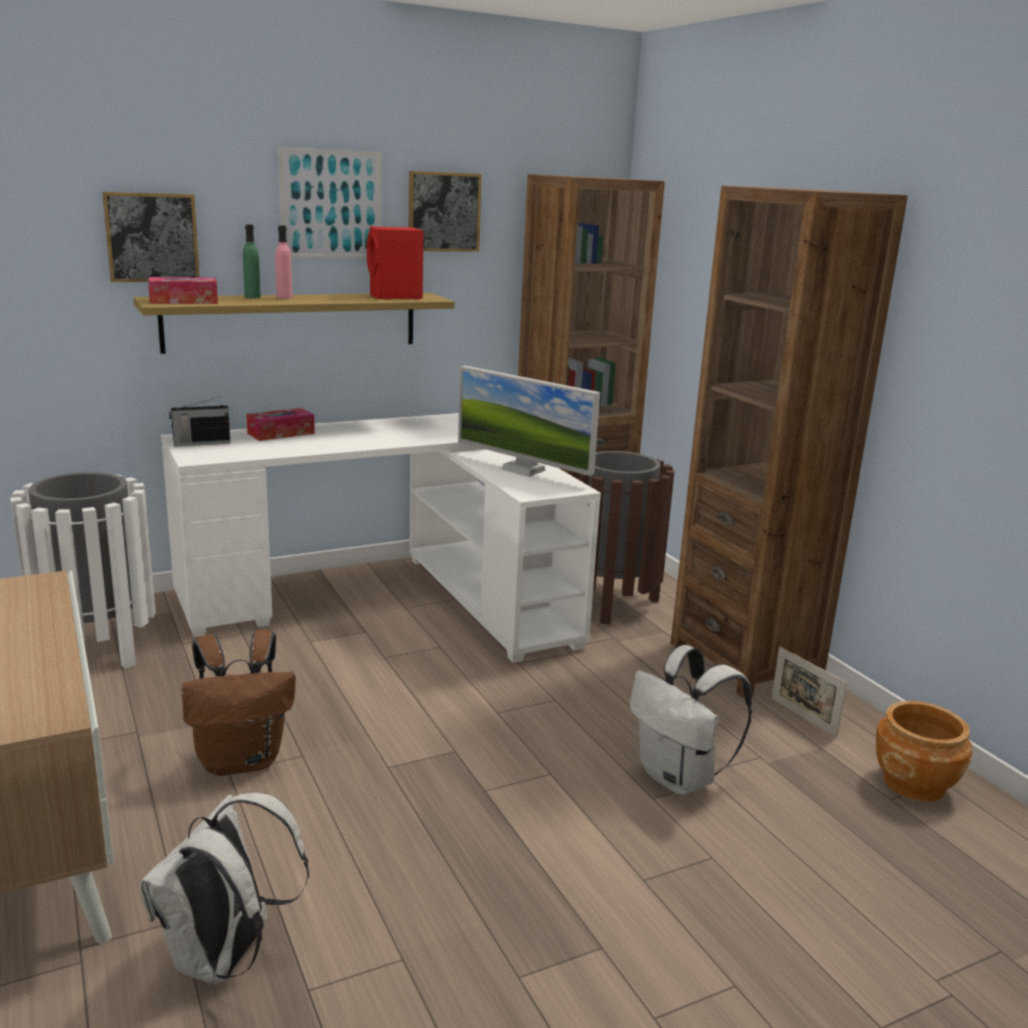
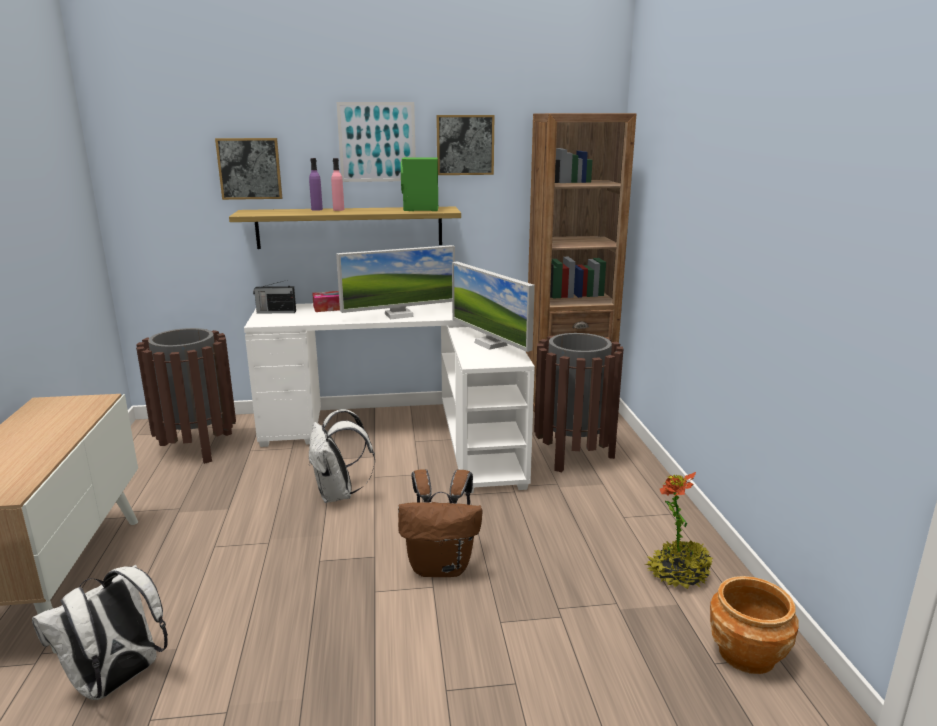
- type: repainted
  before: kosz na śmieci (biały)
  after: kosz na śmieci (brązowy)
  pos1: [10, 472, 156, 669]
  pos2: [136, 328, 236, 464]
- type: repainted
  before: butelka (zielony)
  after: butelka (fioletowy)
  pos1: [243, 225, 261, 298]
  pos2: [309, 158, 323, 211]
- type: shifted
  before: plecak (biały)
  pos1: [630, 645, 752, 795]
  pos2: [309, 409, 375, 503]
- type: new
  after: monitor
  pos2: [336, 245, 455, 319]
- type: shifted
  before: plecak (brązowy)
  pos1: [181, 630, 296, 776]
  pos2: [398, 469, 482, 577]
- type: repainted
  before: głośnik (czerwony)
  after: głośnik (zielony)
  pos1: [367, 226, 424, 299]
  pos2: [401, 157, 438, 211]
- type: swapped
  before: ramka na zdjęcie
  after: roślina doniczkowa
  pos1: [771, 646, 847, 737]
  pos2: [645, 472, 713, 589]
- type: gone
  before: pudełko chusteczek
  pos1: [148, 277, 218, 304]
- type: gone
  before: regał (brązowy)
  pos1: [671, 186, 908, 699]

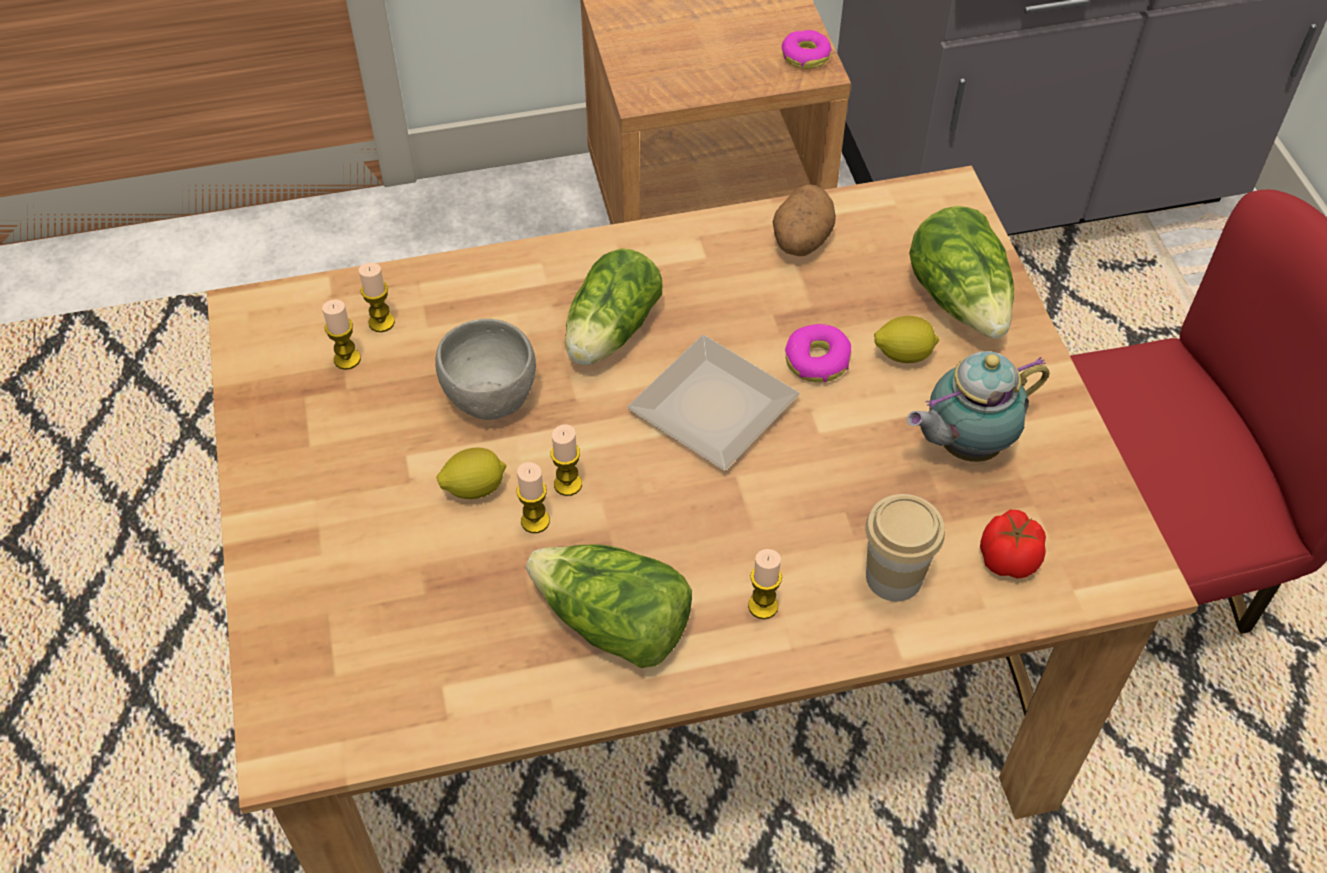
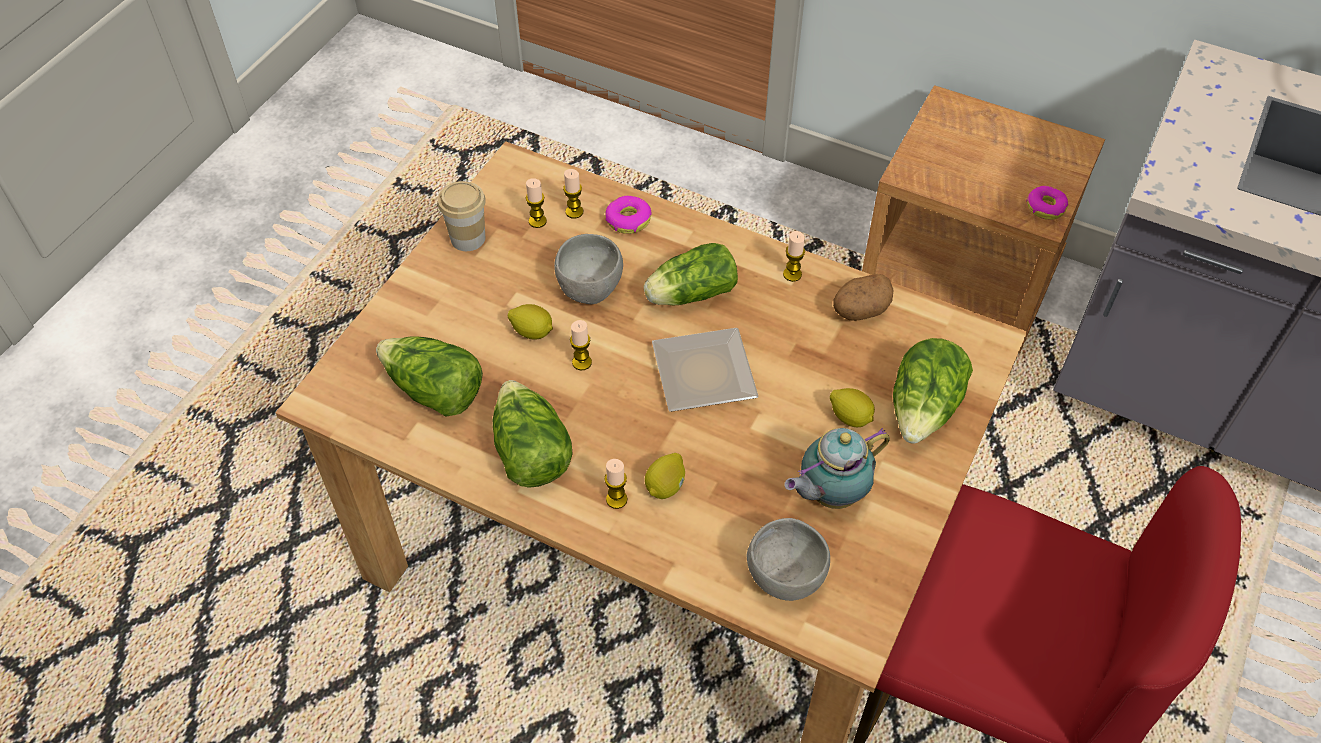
- type: new
  after: sałata
  pos2: [376, 337, 483, 417]
- type: shifted
  before: filiżanka
  pos1: [865, 494, 945, 601]
  pos2: [438, 181, 486, 251]
- type: shifted
  before: donut
  pos1: [785, 324, 851, 383]
  pos2: [605, 196, 652, 234]
- type: new
  after: cytryna
  pos2: [645, 453, 685, 499]
- type: swapped
  before: pomidor
  after: miska (szary)
  pos1: [980, 509, 1046, 579]
  pos2: [747, 518, 830, 601]
- type: shifted
  before: świeca
  pos1: [516, 462, 550, 533]
  pos2: [783, 231, 805, 282]
- type: rotated
  before: imbryk
  pos1: [907, 351, 1050, 462]
  pos2: [784, 428, 890, 509]
  turn: -45

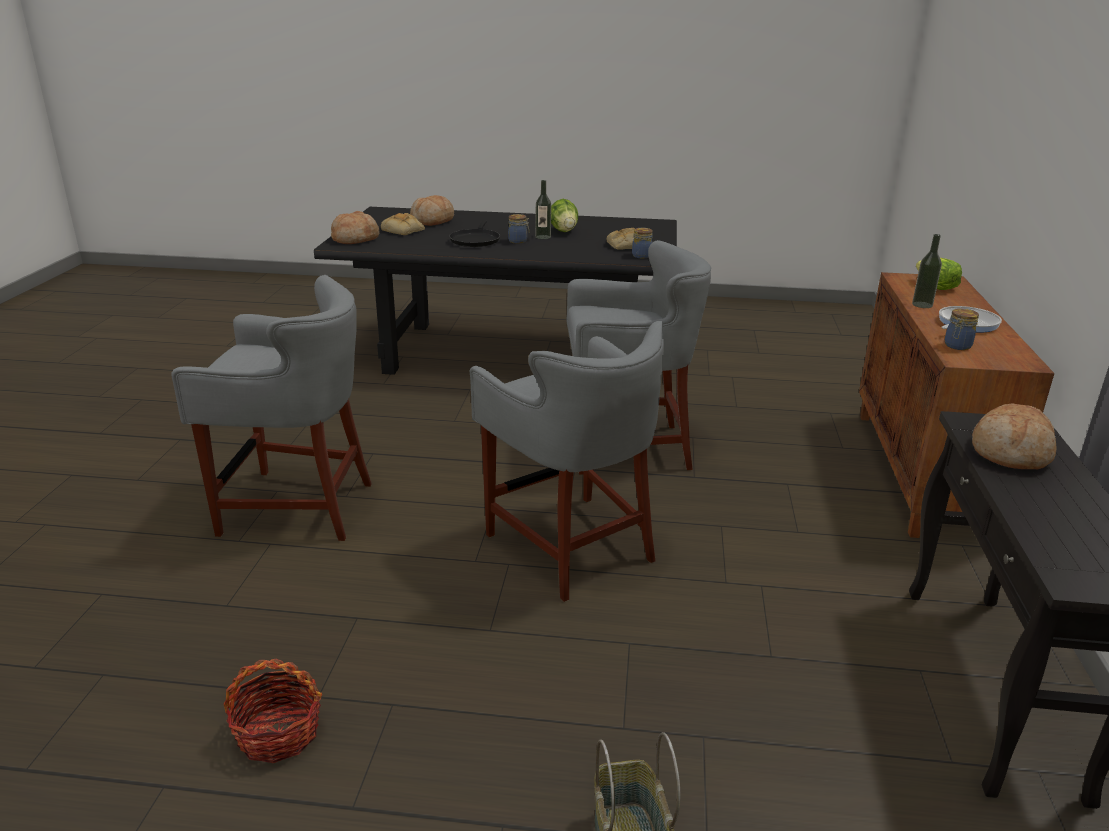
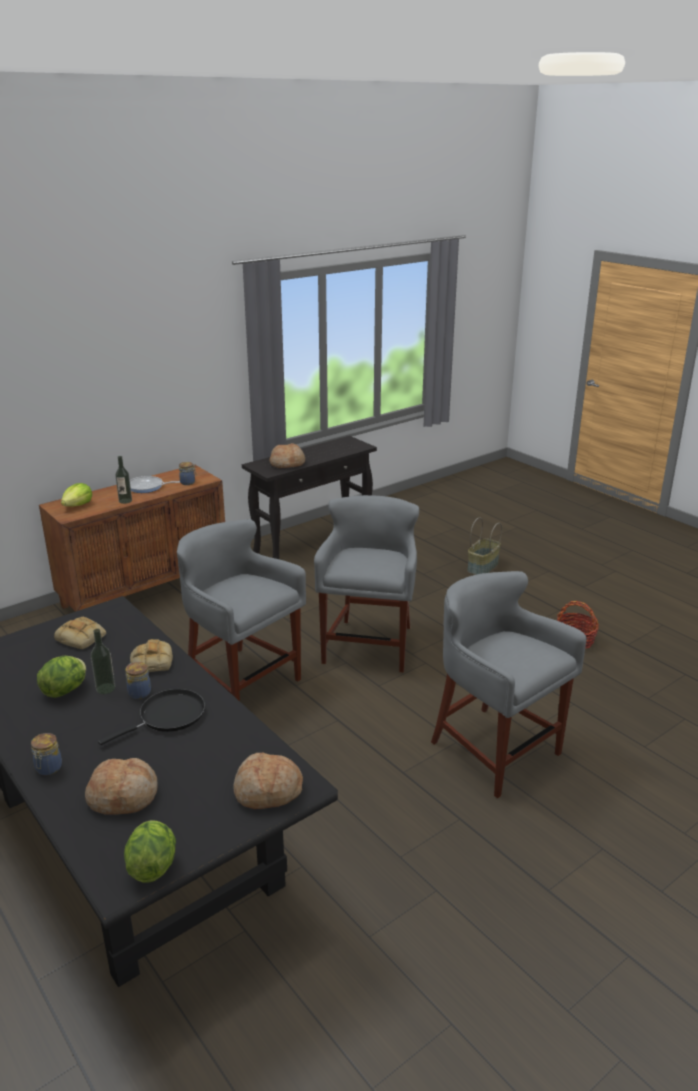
- type: shifted
  before: słoik
  pos1: [632, 228, 653, 258]
  pos2: [31, 733, 62, 775]
- type: new
  after: sałata
  pos2: [124, 820, 176, 883]
- type: shifted
  before: chleb
  pos1: [381, 213, 425, 235]
  pos2: [130, 639, 173, 672]

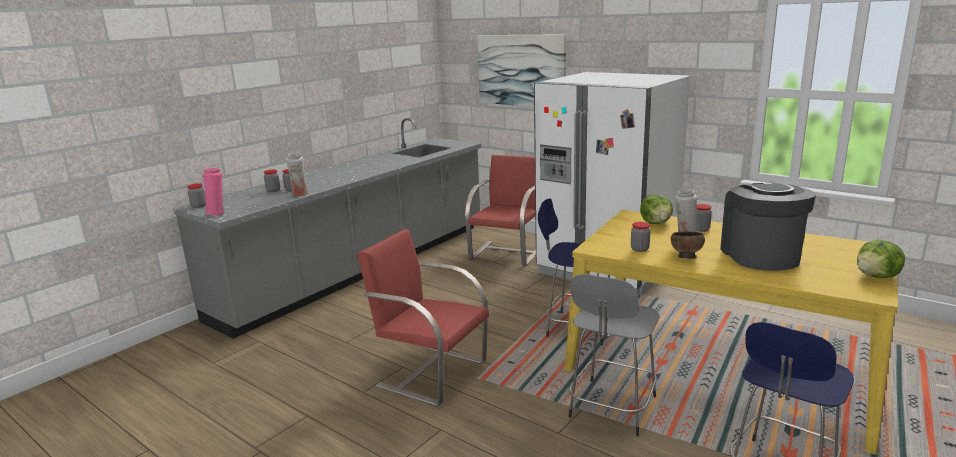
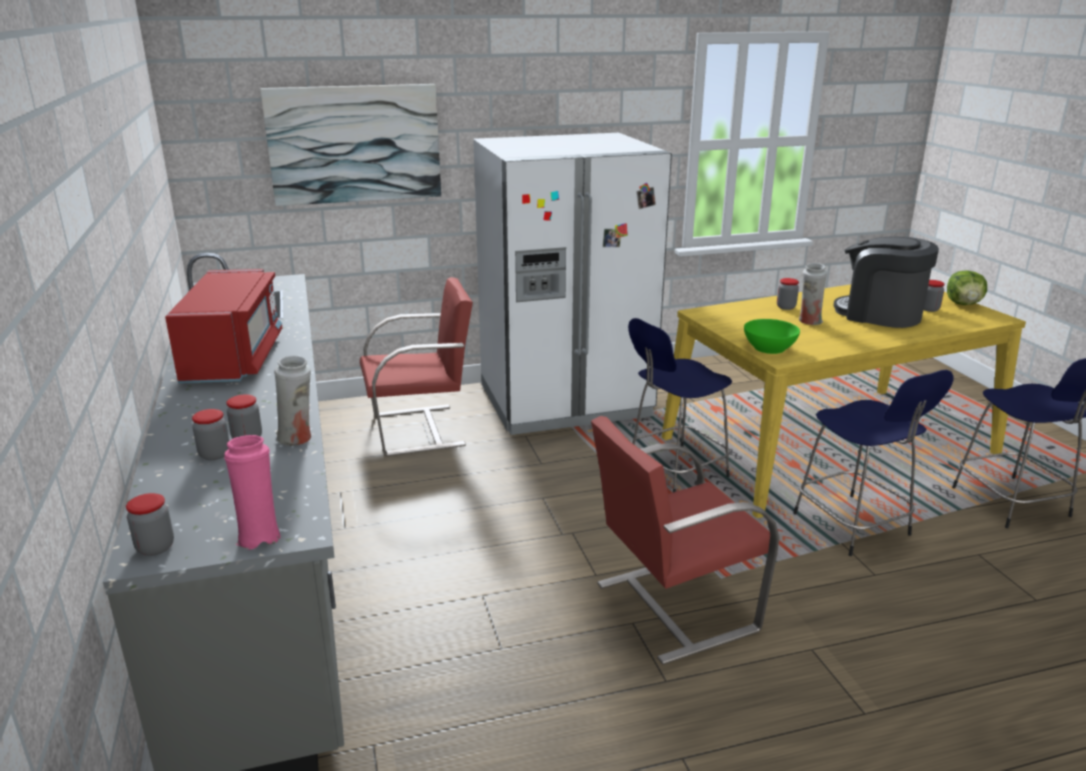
- type: new
  after: mikrofalówka (czerwony)
  pos2: [165, 269, 282, 383]
- type: rotated
  before: krzesło (czerwony)
  pos1: [465, 155, 536, 266]
  pos2: [360, 277, 473, 456]
  turn: 105
- type: new
  after: miska (zielony)
  pos2: [744, 319, 800, 354]
- type: repainted
  before: stołek (szary)
  after: stołek (niebieski)
  pos1: [568, 274, 659, 436]
  pos2: [793, 370, 954, 556]
- type: shifted
  before: słoik
  pos1: [631, 222, 650, 252]
  pos2: [924, 280, 945, 312]
- type: gone
  before: sałata
  pos1: [640, 195, 673, 224]
- type: gone
  before: miska (brązowy)
  pos1: [671, 231, 705, 259]

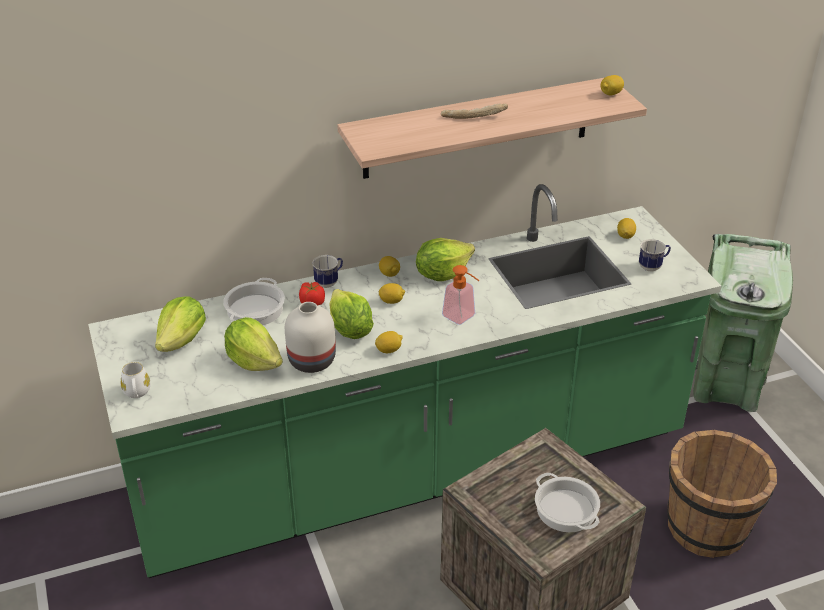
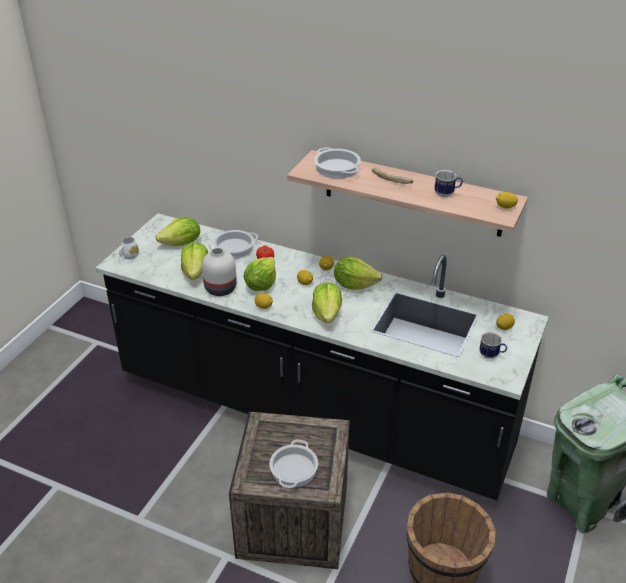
- type: repainted
  before: zabudowa kuchenna (zielony)
  after: zabudowa kuchenna (czarny)
  pos1: [88, 184, 721, 578]
  pos2: [95, 213, 549, 501]
- type: swapped
  before: dozownik mydła
  after: sałata
  pos1: [442, 265, 479, 325]
  pos2: [312, 282, 342, 323]
- type: new
  after: garnek
  pos2: [314, 147, 361, 179]
- type: shifted
  before: kubek
  pos1: [312, 255, 343, 288]
  pos2: [434, 170, 463, 197]

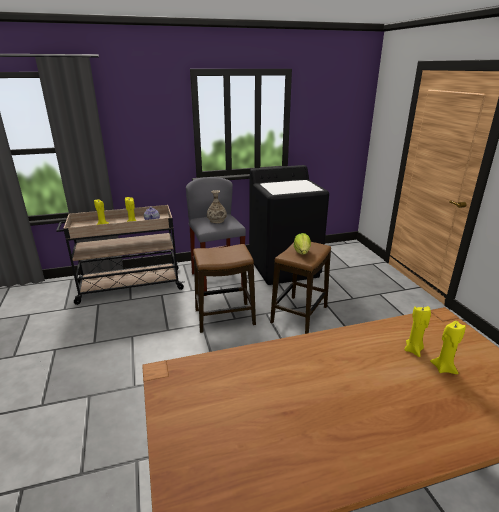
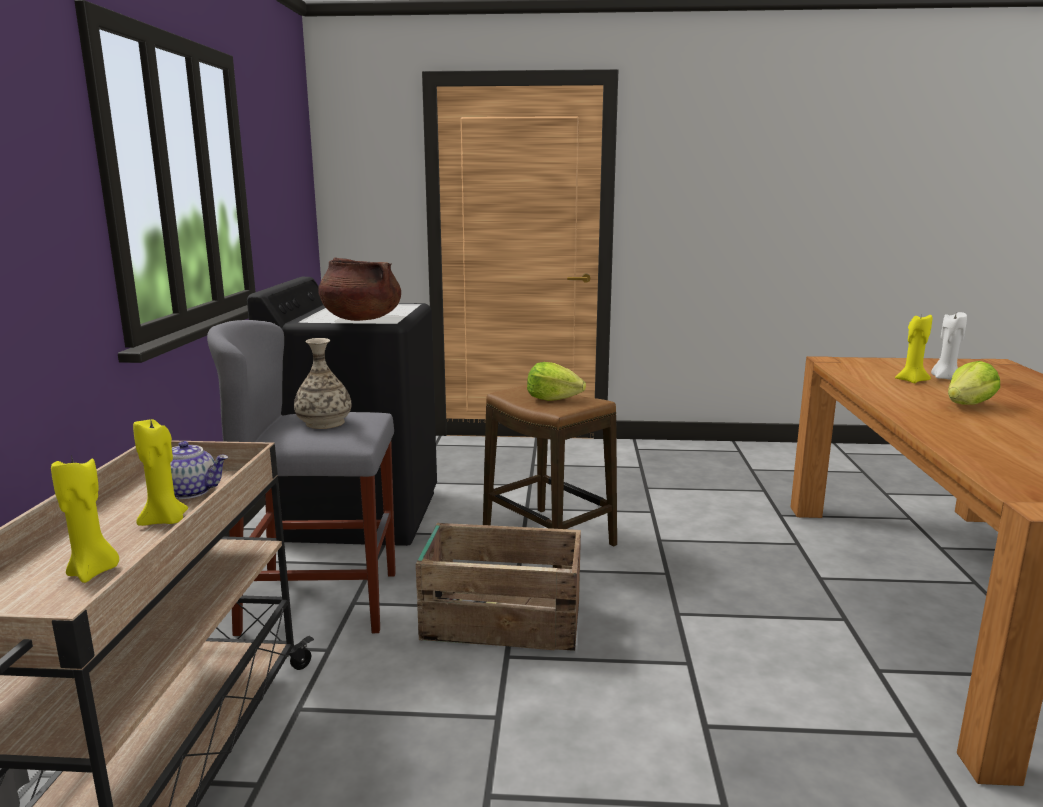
- type: new
  after: garnek (brązowy)
  pos2: [318, 257, 401, 321]
- type: swapped
  before: stołek
  after: skrzynka
  pos1: [193, 244, 256, 333]
  pos2: [416, 523, 581, 651]
- type: repainted
  before: świeca (żółty)
  after: świeca (biały)
  pos1: [430, 321, 466, 374]
  pos2: [931, 312, 967, 380]
- type: new
  after: sałata
  pos2: [948, 361, 1000, 405]

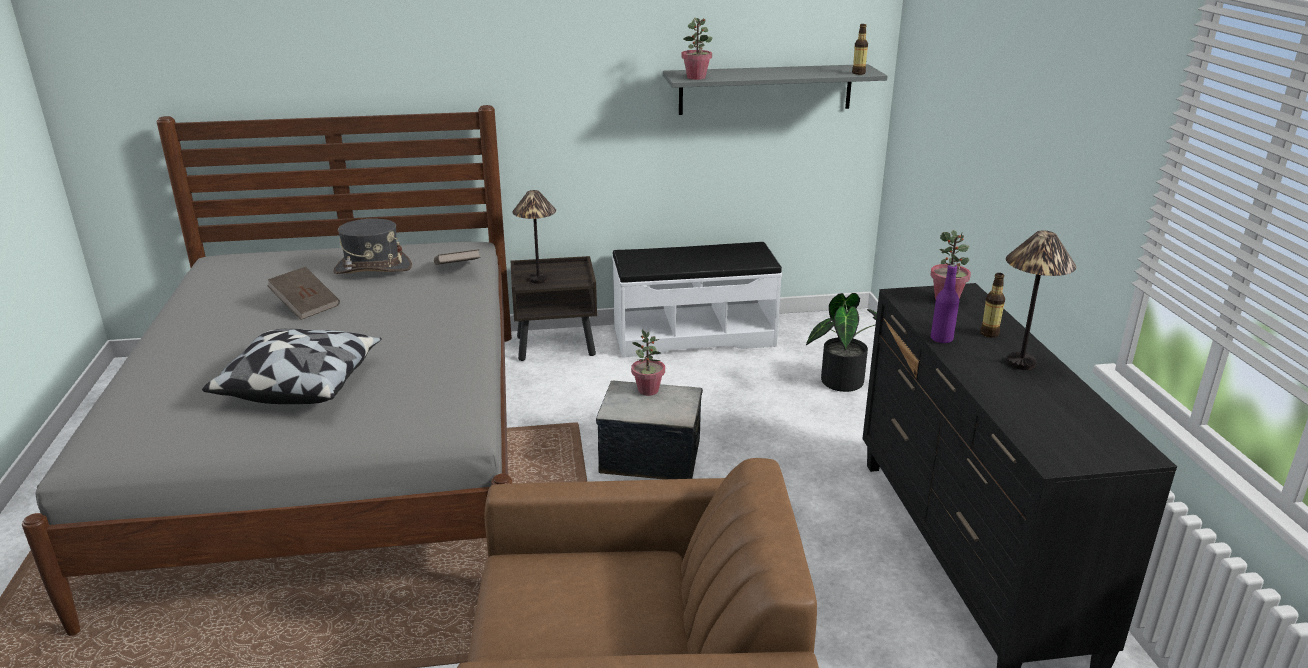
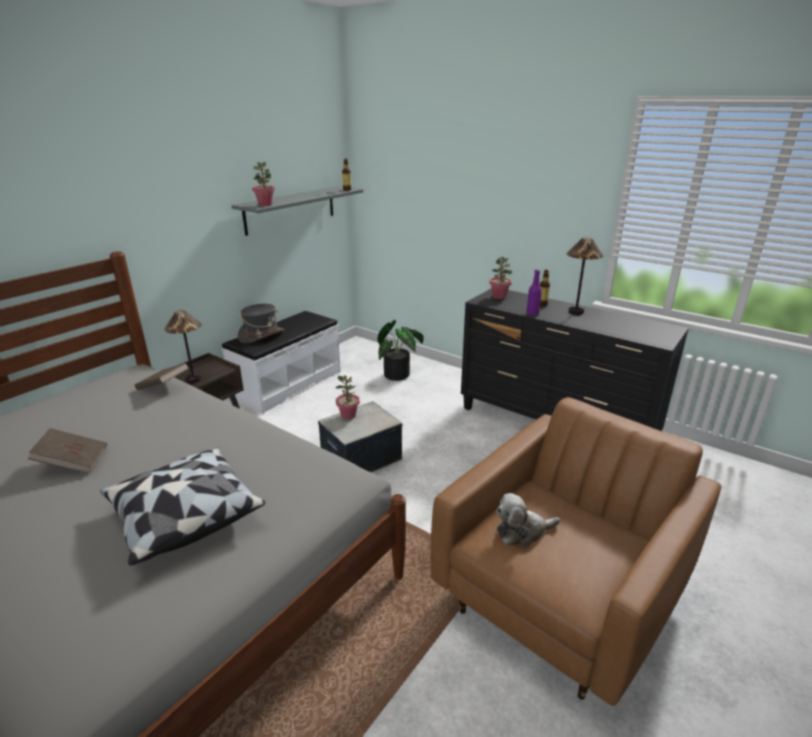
- type: shifted
  before: kapelusz (szary)
  pos1: [333, 219, 412, 274]
  pos2: [238, 304, 284, 343]
- type: new
  after: pluszak
  pos2: [496, 493, 560, 547]

